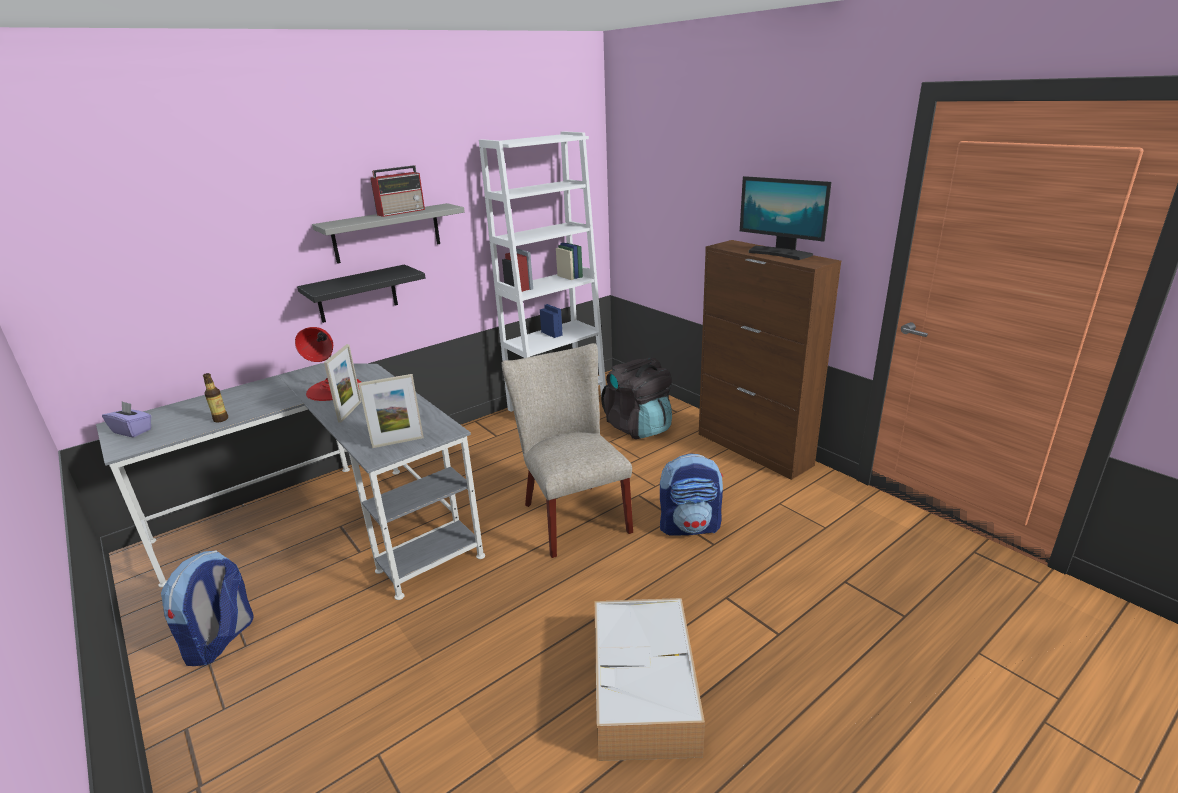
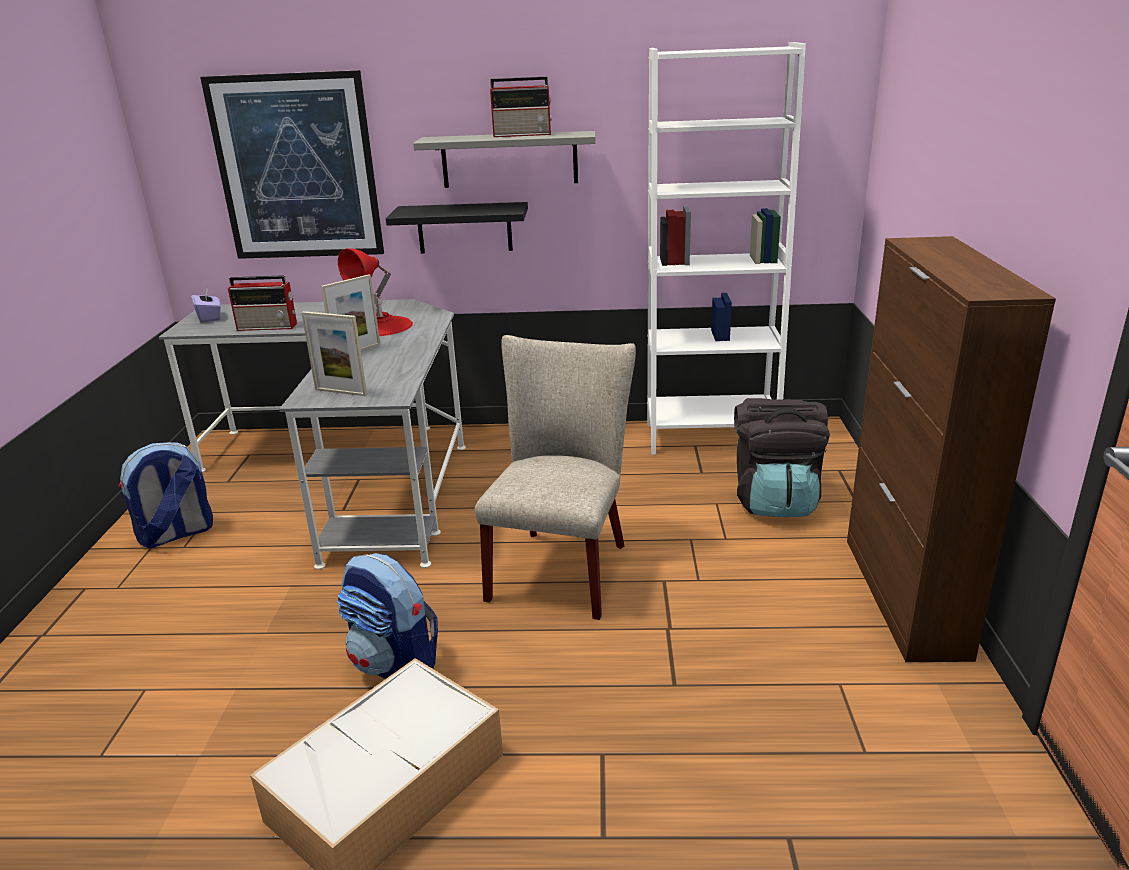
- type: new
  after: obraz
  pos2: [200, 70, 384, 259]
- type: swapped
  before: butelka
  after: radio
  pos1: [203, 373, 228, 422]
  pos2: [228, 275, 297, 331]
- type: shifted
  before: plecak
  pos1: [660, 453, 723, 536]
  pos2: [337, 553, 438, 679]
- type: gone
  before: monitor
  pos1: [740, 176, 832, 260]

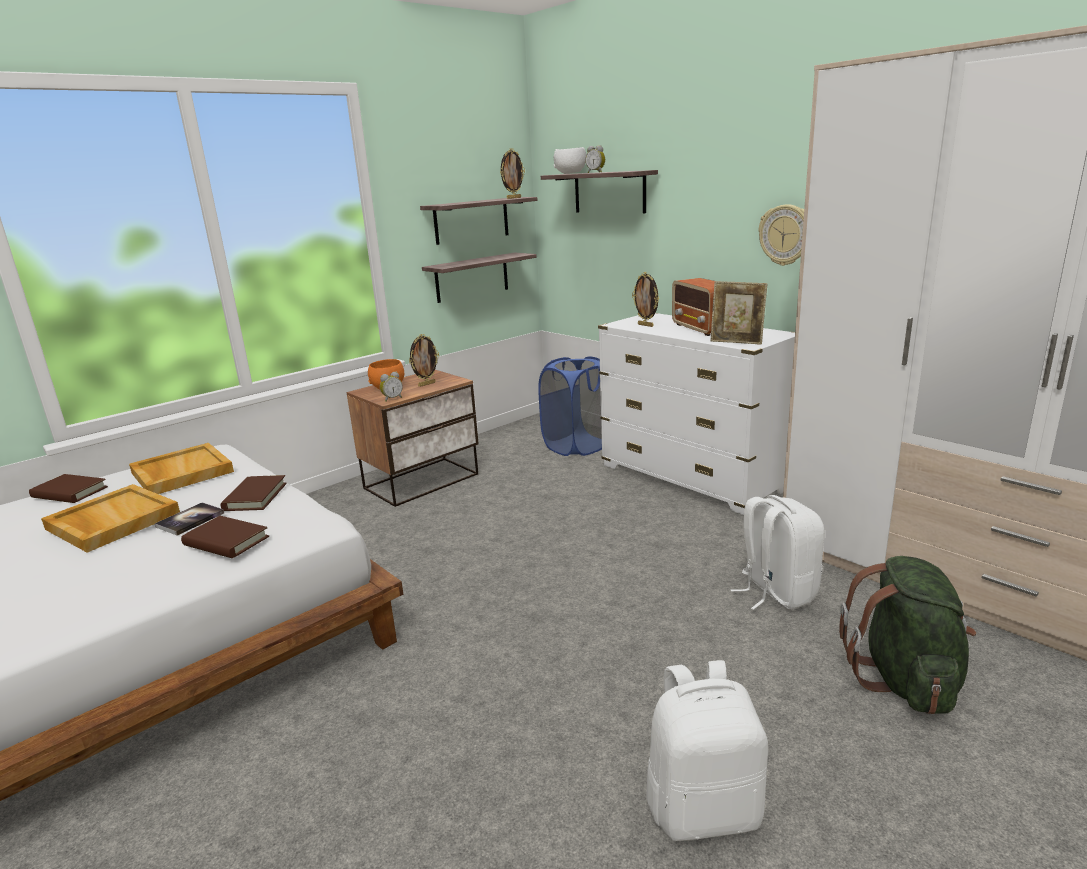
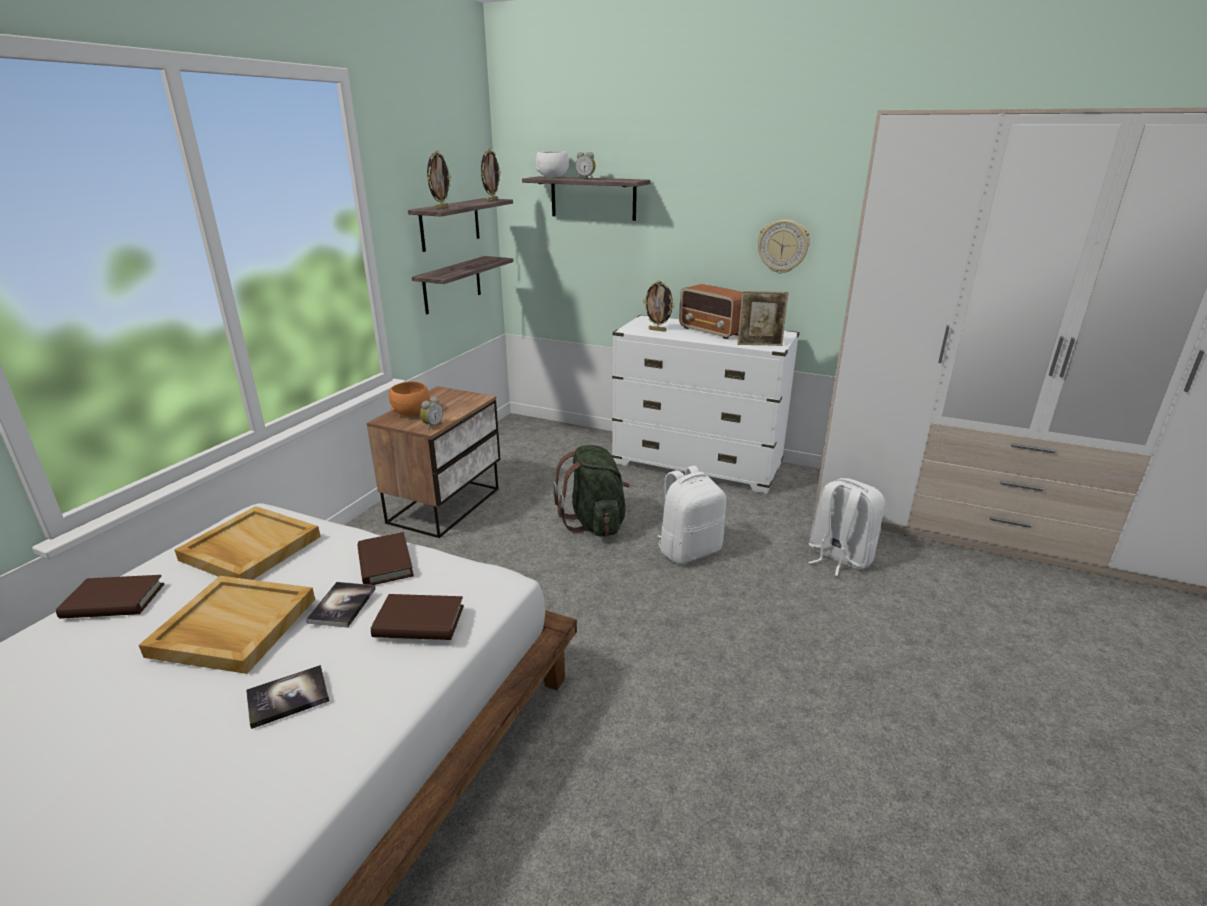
- type: new
  after: książka
  pos2: [246, 665, 330, 729]
- type: shifted
  before: ramka na zdjęcie
  pos1: [409, 334, 439, 387]
  pos2: [427, 150, 451, 209]
- type: shifted
  before: plecak (zielony)
  pos1: [839, 556, 976, 714]
  pos2: [553, 445, 630, 537]
- type: shifted
  before: plecak (biały)
  pos1: [646, 660, 768, 841]
  pos2: [657, 466, 726, 564]
- type: gone
  before: kosz na pranie (niebieski)
  pos1: [538, 357, 602, 456]

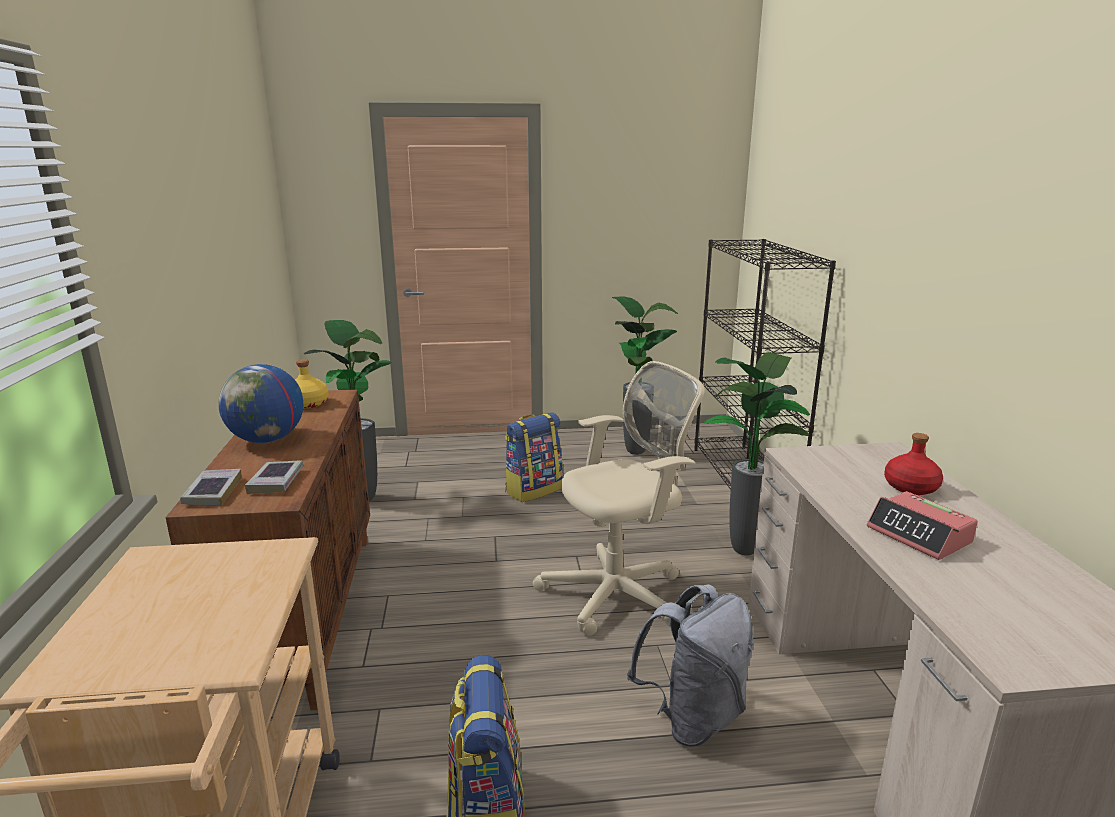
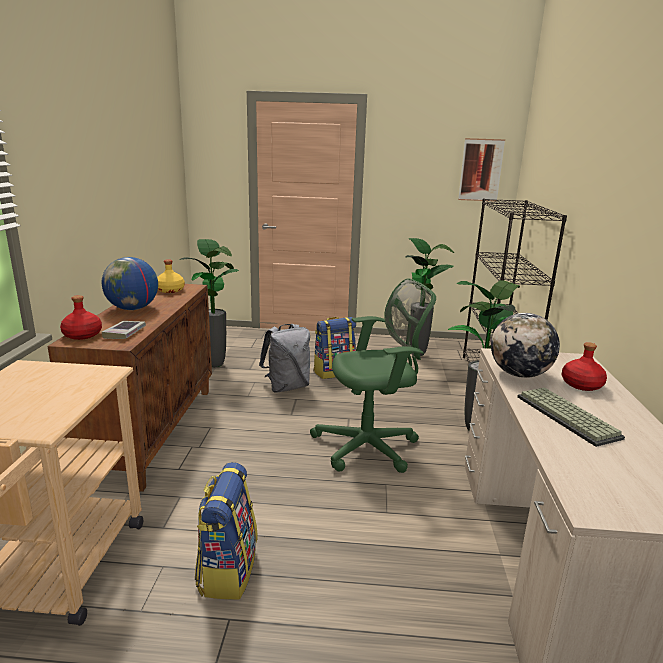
- type: swapped
  before: książka
  after: butelka (czerwony)
  pos1: [180, 469, 242, 505]
  pos2: [60, 295, 102, 340]
- type: shifted
  before: plecak (szary)
  pos1: [627, 584, 754, 747]
  pos2: [259, 324, 310, 392]
- type: repainted
  before: krzesło biurowe (beżowy)
  after: krzesło biurowe (zielony)
  pos1: [532, 361, 705, 636]
  pos2: [310, 278, 436, 473]
- type: new
  after: obraz
  pos2: [458, 138, 505, 202]
- type: new
  after: globus
  pos2: [491, 313, 560, 378]
- type: swapped
  before: budzik
  after: klawiatura
  pos1: [867, 491, 978, 560]
  pos2: [517, 387, 625, 447]

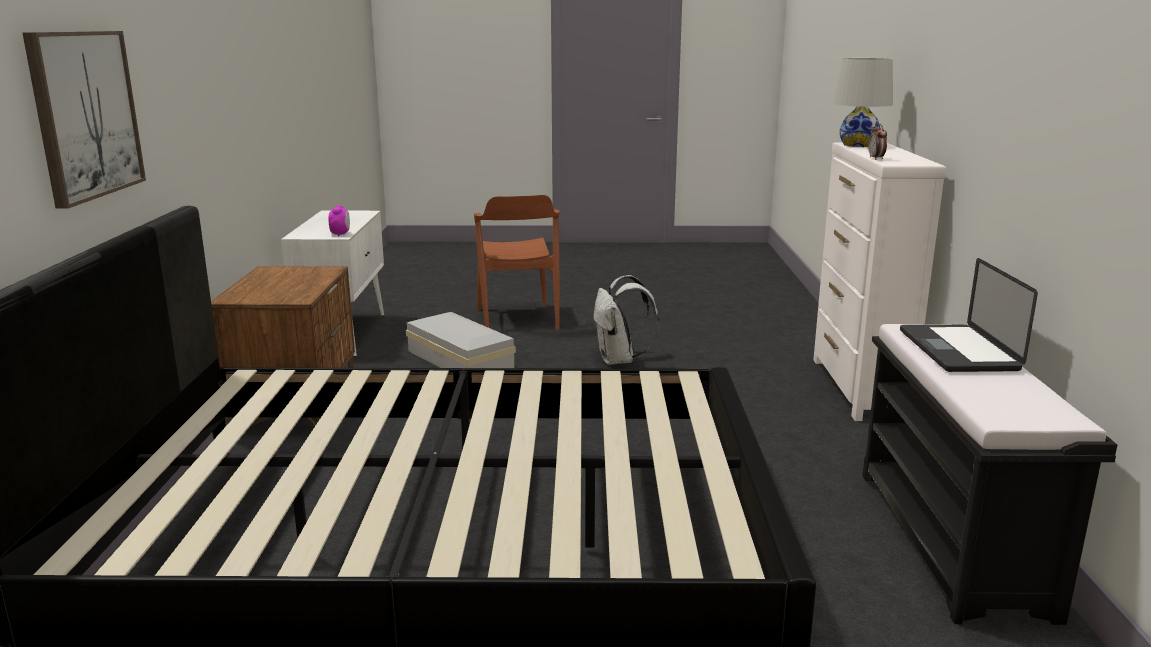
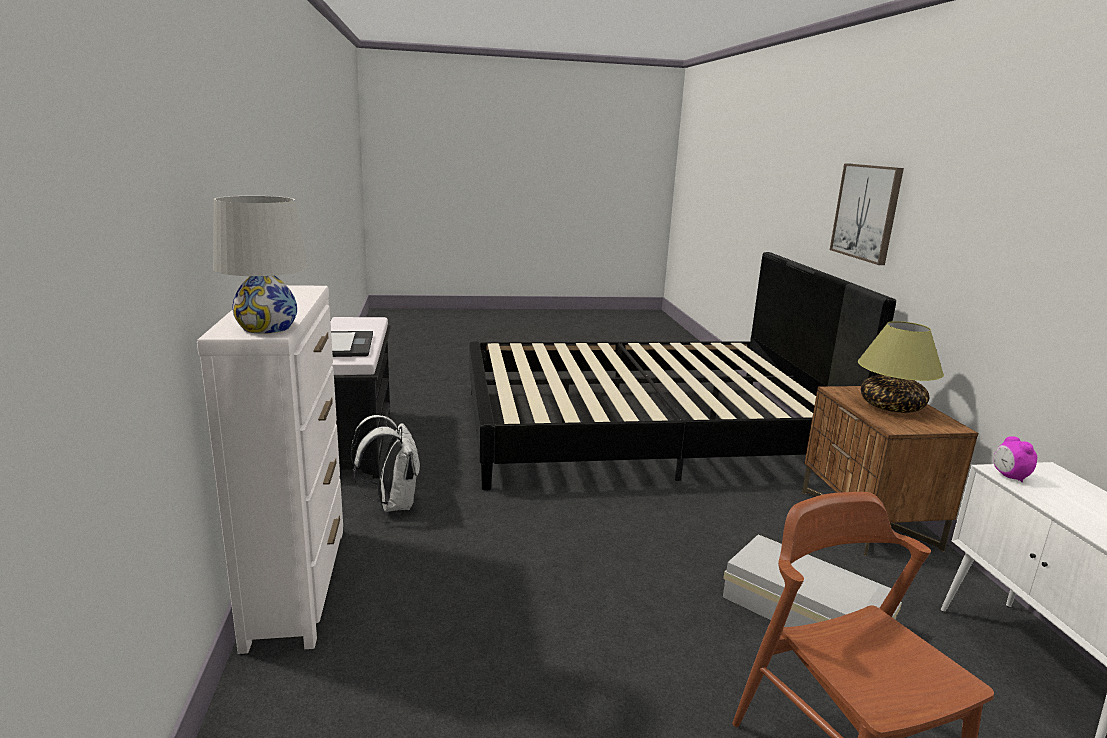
- type: shifted
  before: plecak (biały)
  pos1: [594, 275, 659, 365]
  pos2: [350, 415, 420, 512]
- type: new
  after: lampa stołowa
  pos2: [858, 321, 944, 413]
- type: gone
  before: budzik
  pos1: [868, 123, 887, 160]

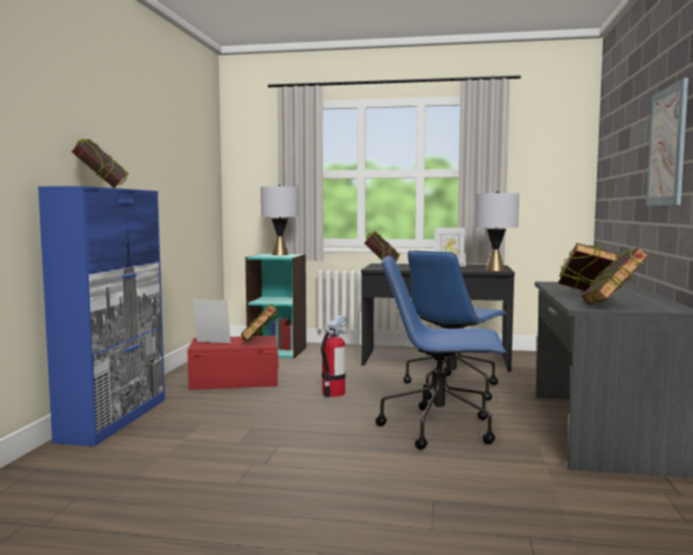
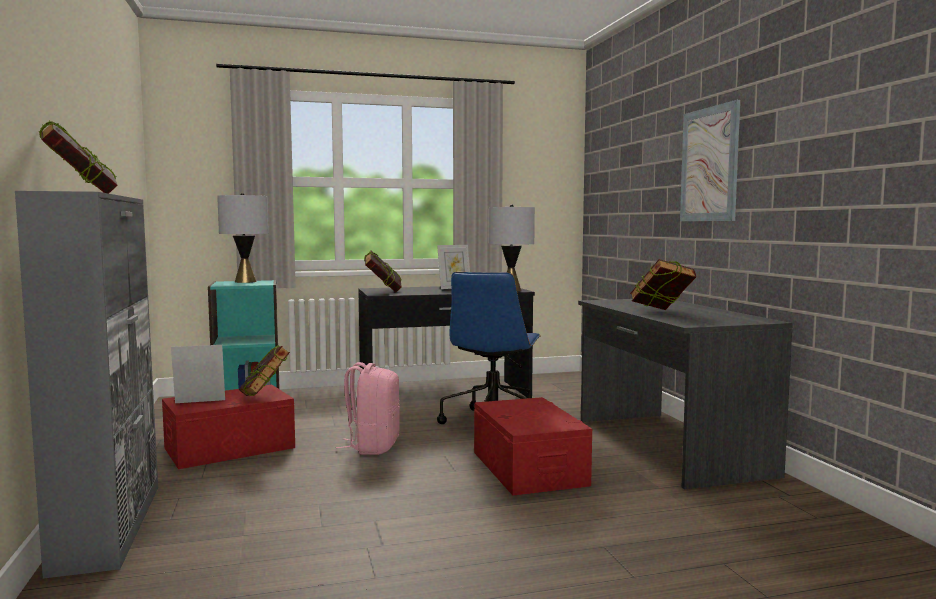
- type: repainted
  before: szafka (niebieski)
  after: szafka (szary)
  pos1: [38, 186, 165, 446]
  pos2: [15, 191, 158, 579]
- type: swapped
  before: gaśnica
  after: plecak (różowy)
  pos1: [321, 315, 347, 397]
  pos2: [336, 362, 400, 455]
- type: swapped
  before: krzesło biurowe (niebieski)
  after: pojemnik do przechowywania (czerwony)
  pos1: [376, 256, 506, 450]
  pos2: [474, 397, 592, 495]
- type: gone
  before: książka
  pos1: [581, 247, 649, 304]

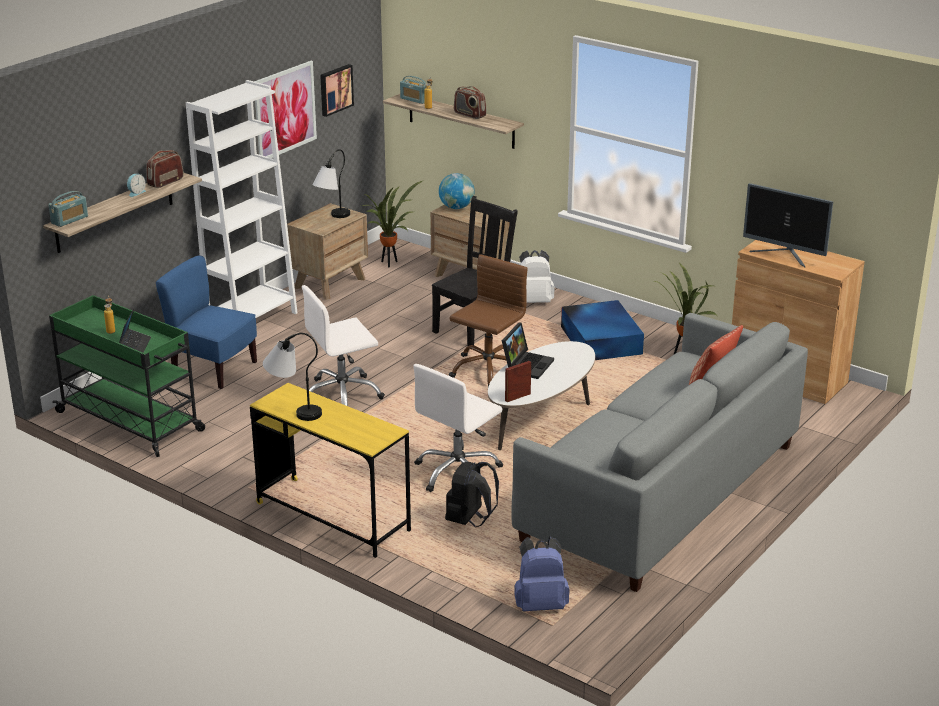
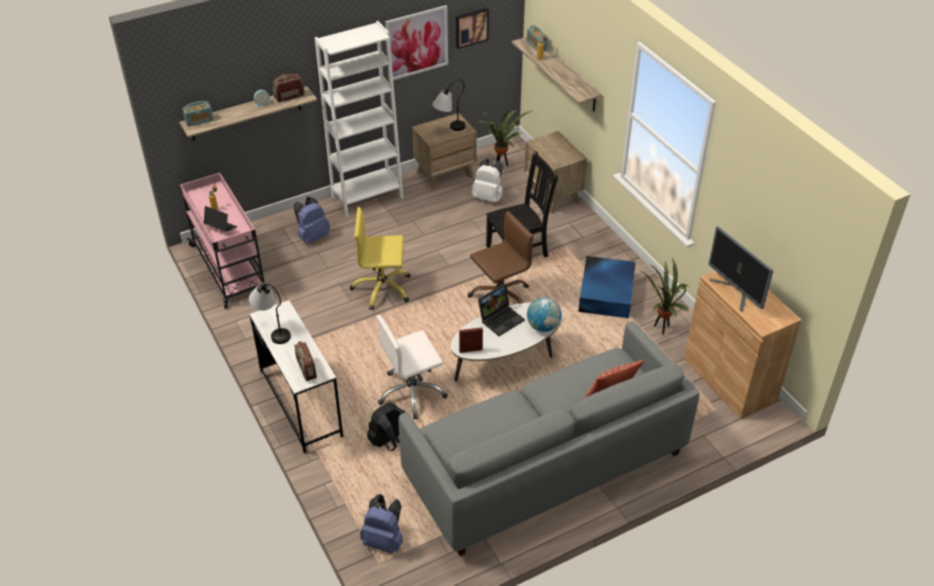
- type: repainted
  before: wózek (zielony)
  after: wózek (różowy)
  pos1: [49, 295, 205, 457]
  pos2: [180, 173, 270, 309]
- type: rotated
  before: laptop
  pos1: [119, 309, 151, 353]
  pos2: [203, 206, 238, 232]
  turn: -90
- type: repainted
  before: biurko (żółty)
  after: biurko (biały)
  pos1: [250, 383, 411, 558]
  pos2: [249, 300, 343, 453]
- type: swapped
  before: krzesło (niebieski)
  after: plecak (niebieski)
  pos1: [156, 255, 257, 389]
  pos2: [294, 197, 330, 243]
- type: shifted
  before: radio
  pos1: [454, 86, 487, 119]
  pos2: [294, 341, 317, 381]
- type: repainted
  before: krzesło biurowe (biały)
  after: krzesło biurowe (żółty)
  pos1: [302, 285, 385, 406]
  pos2: [350, 207, 411, 310]
- type: shifted
  before: plecak (biały)
  pos1: [519, 250, 555, 303]
  pos2: [472, 159, 503, 203]
- type: shifted
  before: globus
  pos1: [439, 173, 475, 209]
  pos2: [527, 297, 562, 332]

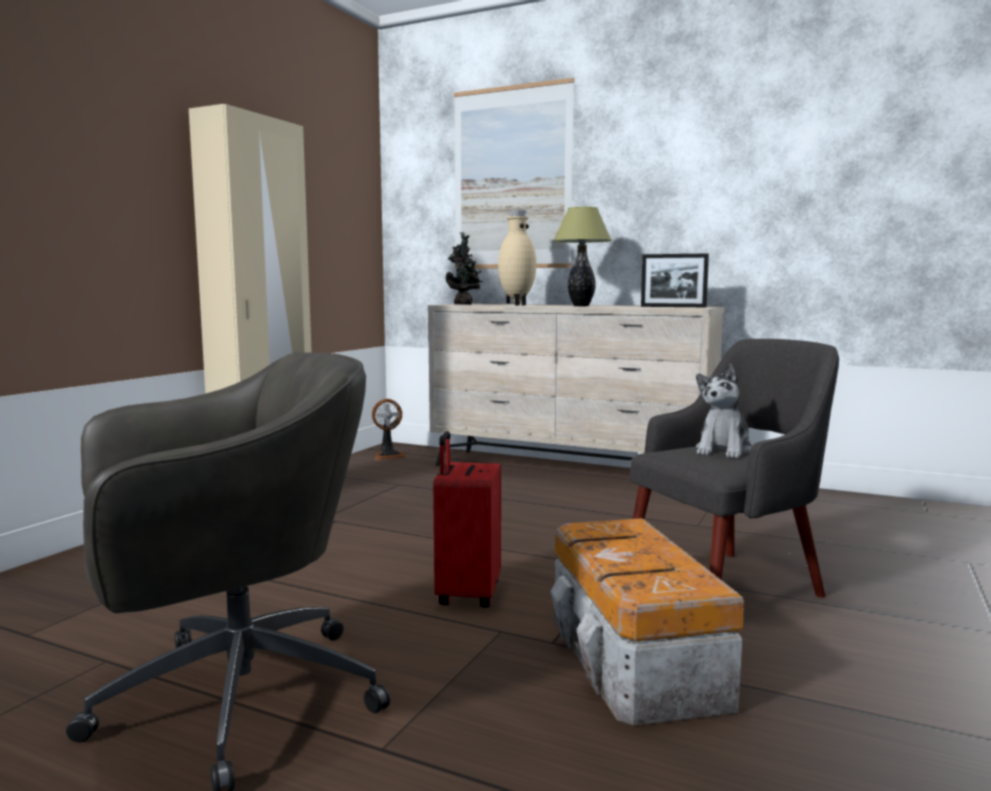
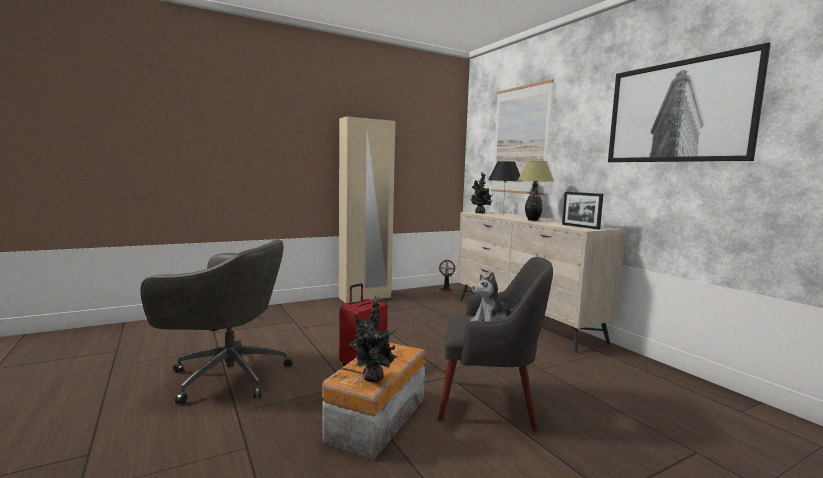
- type: new
  after: roślina doniczkowa
  pos2: [349, 296, 397, 382]
- type: swapped
  before: wazon (beżowy)
  after: lampa stołowa (czarny)
  pos1: [498, 210, 536, 305]
  pos2: [488, 161, 520, 211]
- type: new
  after: obraz
  pos2: [608, 42, 771, 162]

